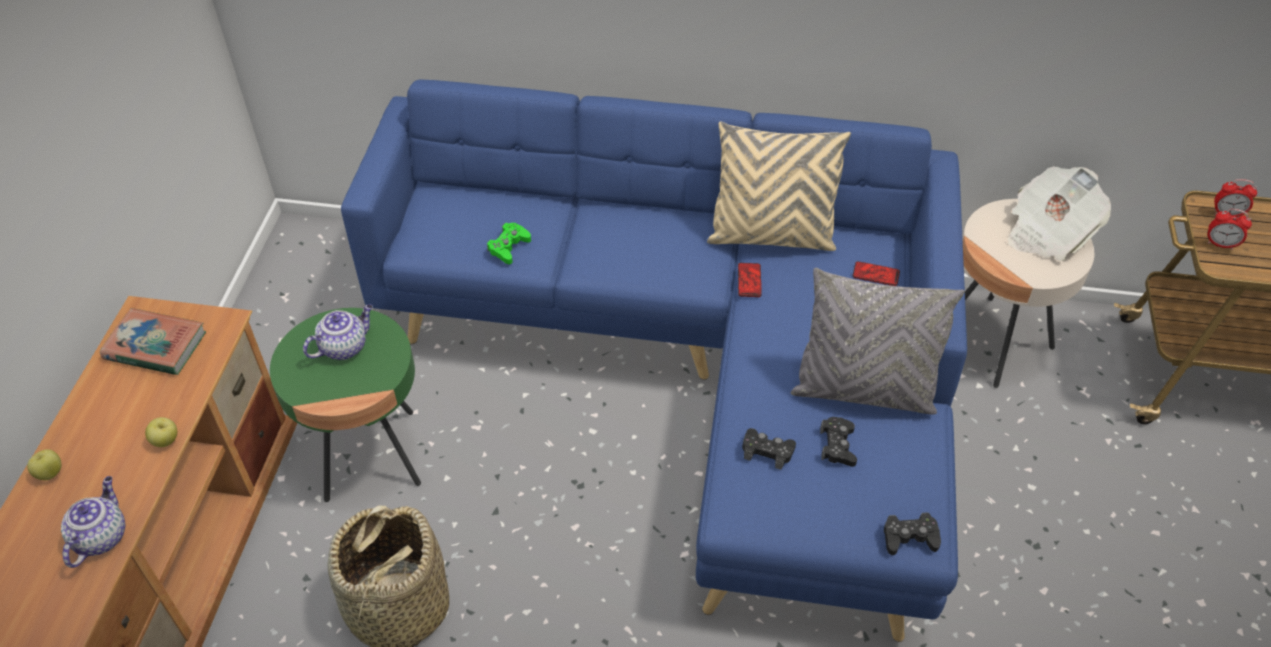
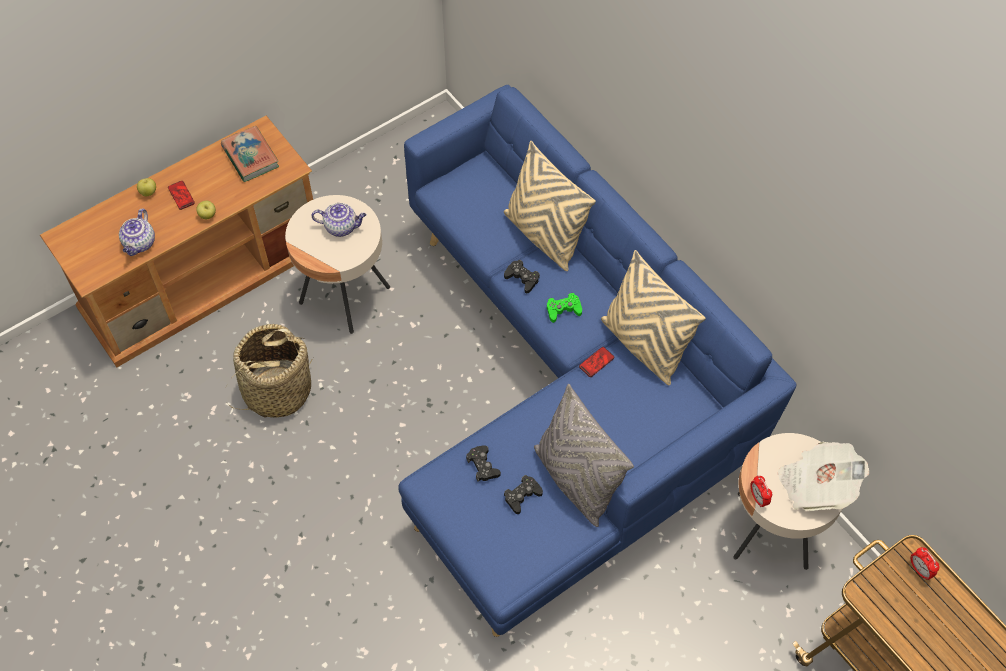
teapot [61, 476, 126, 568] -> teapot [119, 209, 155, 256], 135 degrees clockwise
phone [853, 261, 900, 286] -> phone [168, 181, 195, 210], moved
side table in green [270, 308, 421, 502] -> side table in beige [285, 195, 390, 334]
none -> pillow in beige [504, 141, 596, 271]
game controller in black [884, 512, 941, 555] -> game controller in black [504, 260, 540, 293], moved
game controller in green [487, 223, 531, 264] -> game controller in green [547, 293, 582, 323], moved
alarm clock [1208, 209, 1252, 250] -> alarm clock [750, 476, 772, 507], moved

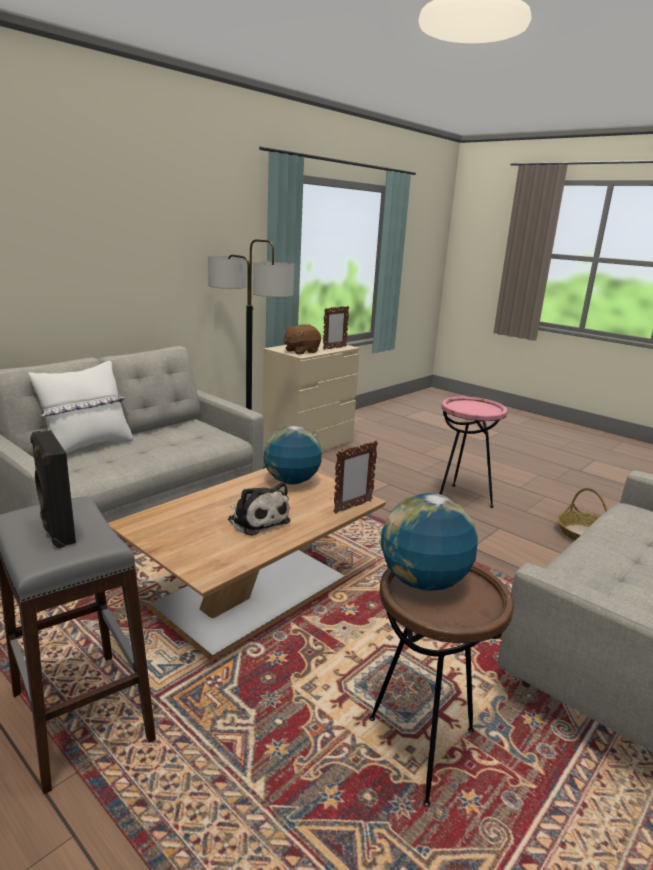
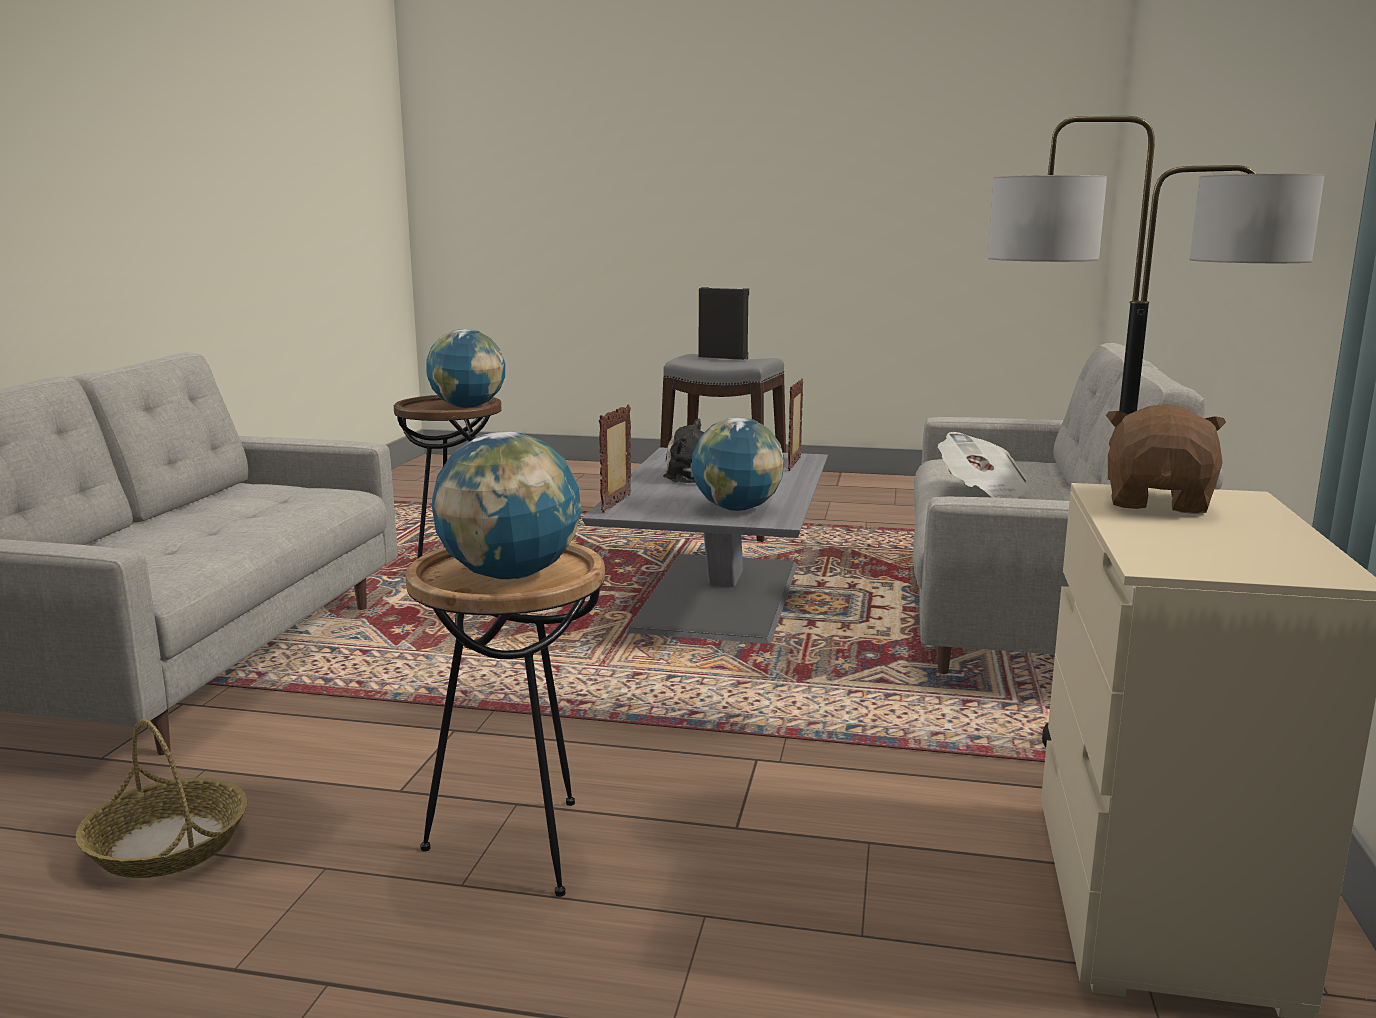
side table in pink [439, 397, 508, 508] -> side table in brown [405, 542, 605, 897]
none -> globe [432, 431, 581, 580]
coffee table in brown [108, 468, 386, 661] -> coffee table in grey [582, 447, 828, 644]
picture frame [323, 306, 349, 350] -> picture frame [788, 379, 803, 471], moved
none -> newspaper [938, 432, 1032, 499]
pillow in white [29, 361, 133, 454] -> none

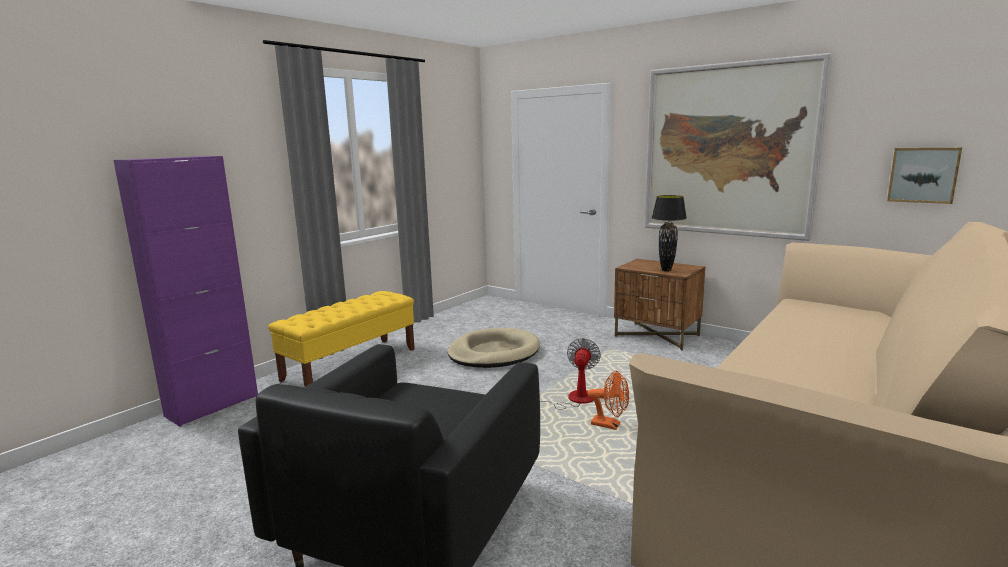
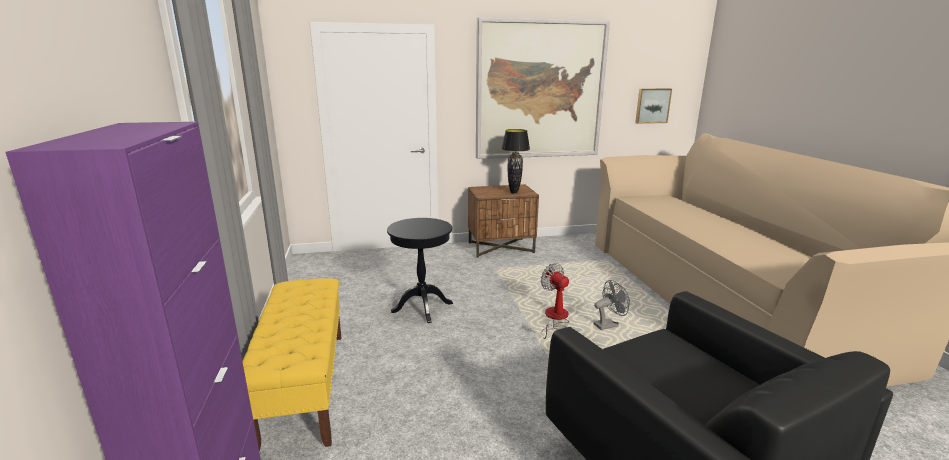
dog bed in beige [448, 328, 540, 368] -> side table in black [387, 218, 453, 323]
fan in orange [587, 371, 629, 430] -> fan in grey [593, 280, 630, 330]

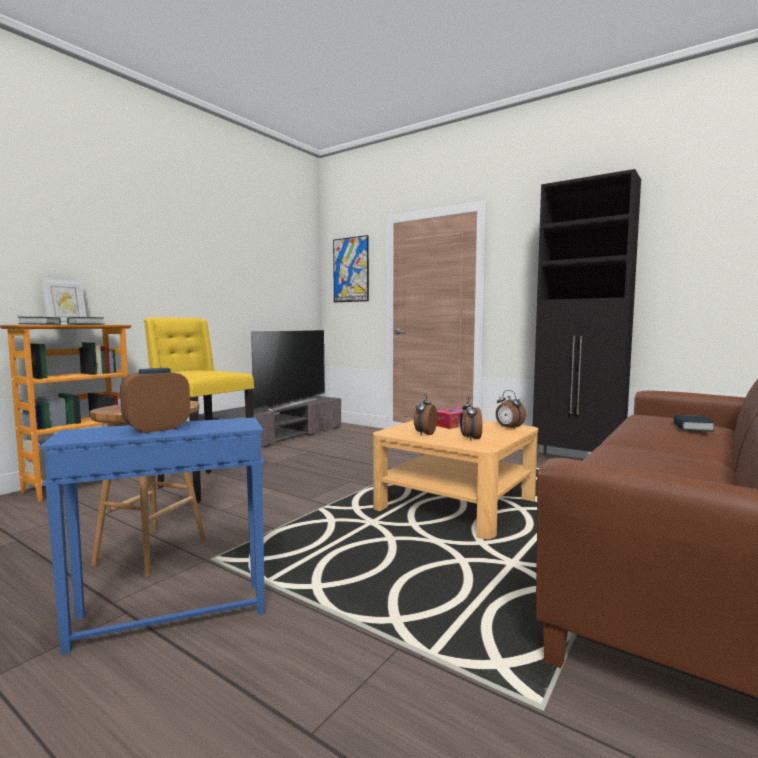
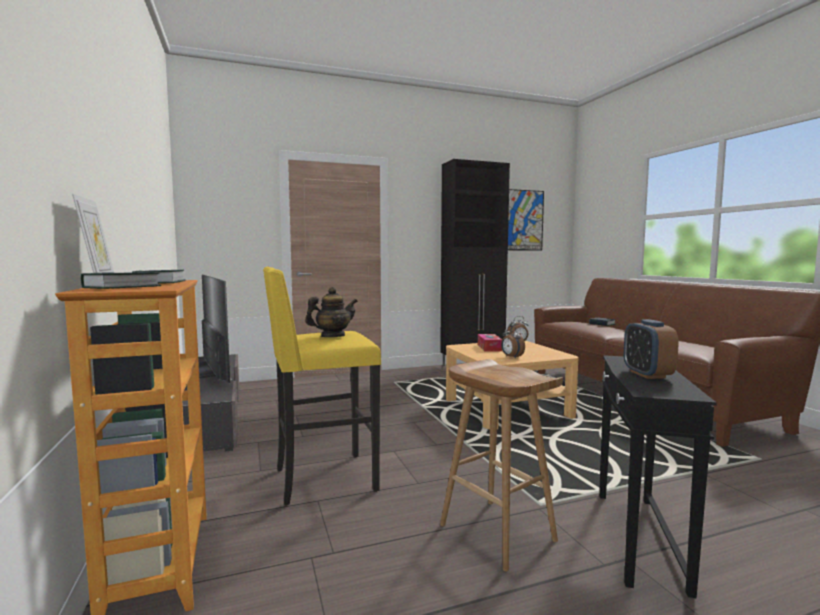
none -> teapot [305, 287, 358, 337]
picture [333, 235, 369, 302] -> picture [508, 189, 544, 251], moved
side table in blue [39, 417, 265, 655] -> side table in black [599, 355, 717, 598]
alarm clock [460, 397, 483, 440] -> none

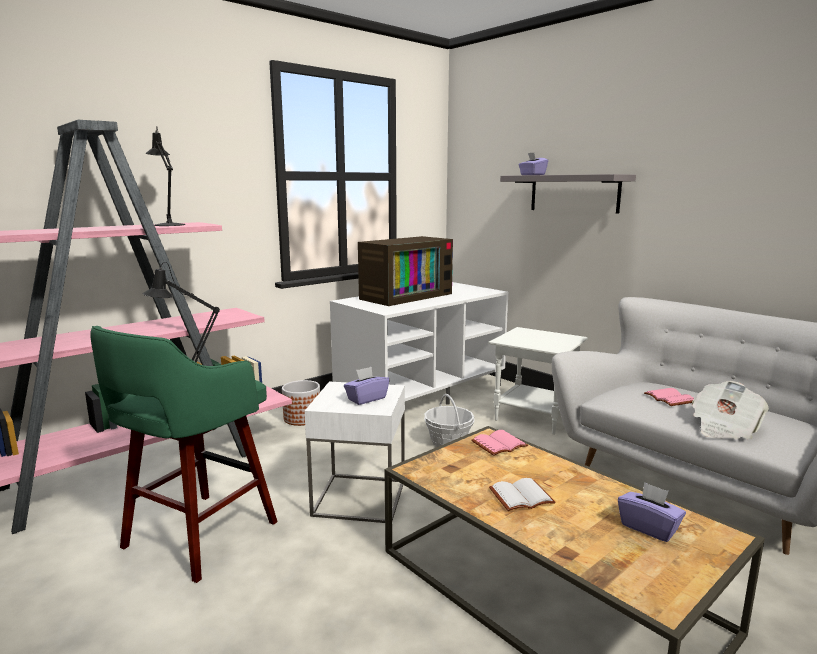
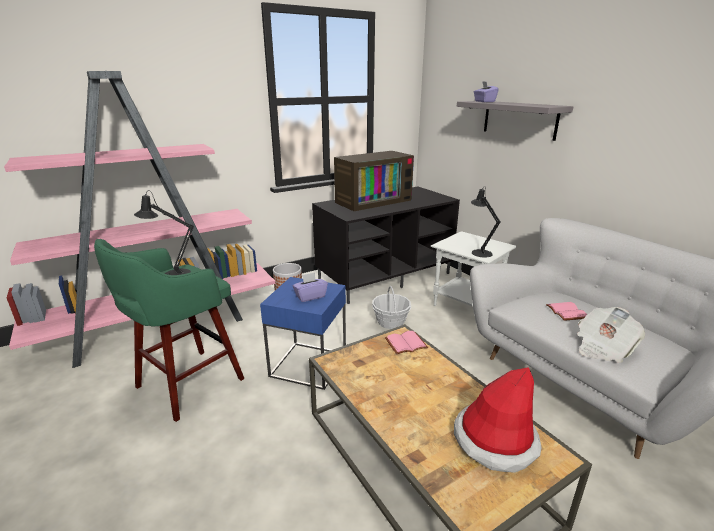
side table in white [304, 382, 405, 523] -> side table in blue [260, 277, 346, 390]
tv stand in white [330, 282, 508, 405] -> tv stand in black [312, 187, 460, 304]
tissue box in purple [618, 482, 686, 542] -> hat [454, 367, 542, 473]
table lamp in black [146, 126, 185, 226] -> table lamp in black [471, 186, 501, 258], moved
book in white [489, 478, 556, 511] -> none

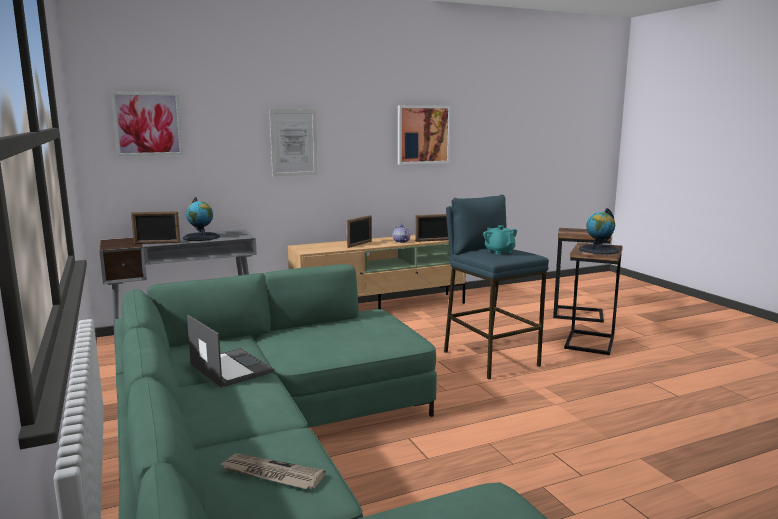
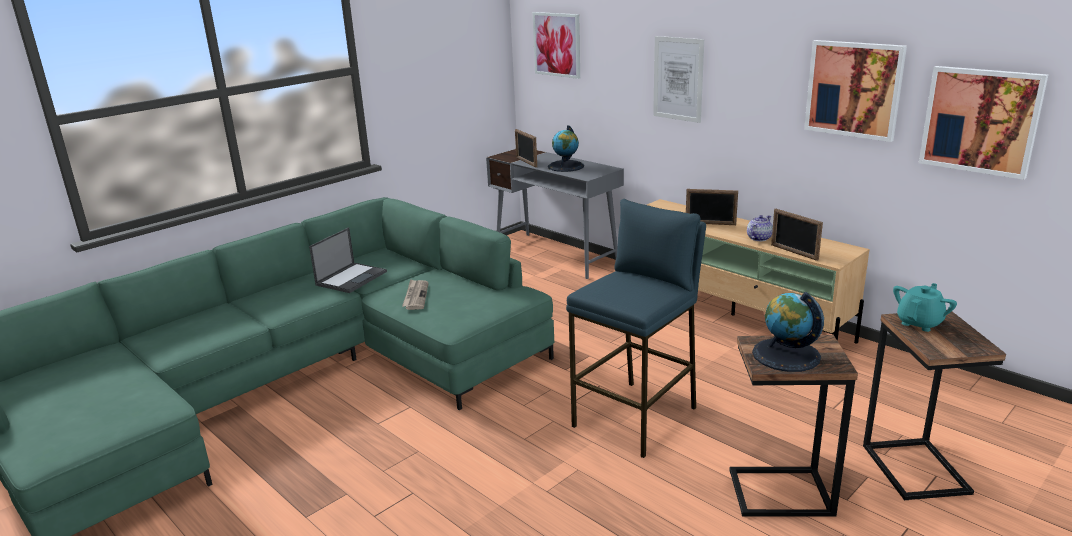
newspaper [220, 454, 326, 489] -> newspaper [402, 279, 429, 310], moved
teapot in turquoise [483, 225, 517, 254] -> teapot in turquoise [893, 283, 957, 332], moved
none -> picture [919, 66, 1048, 180]

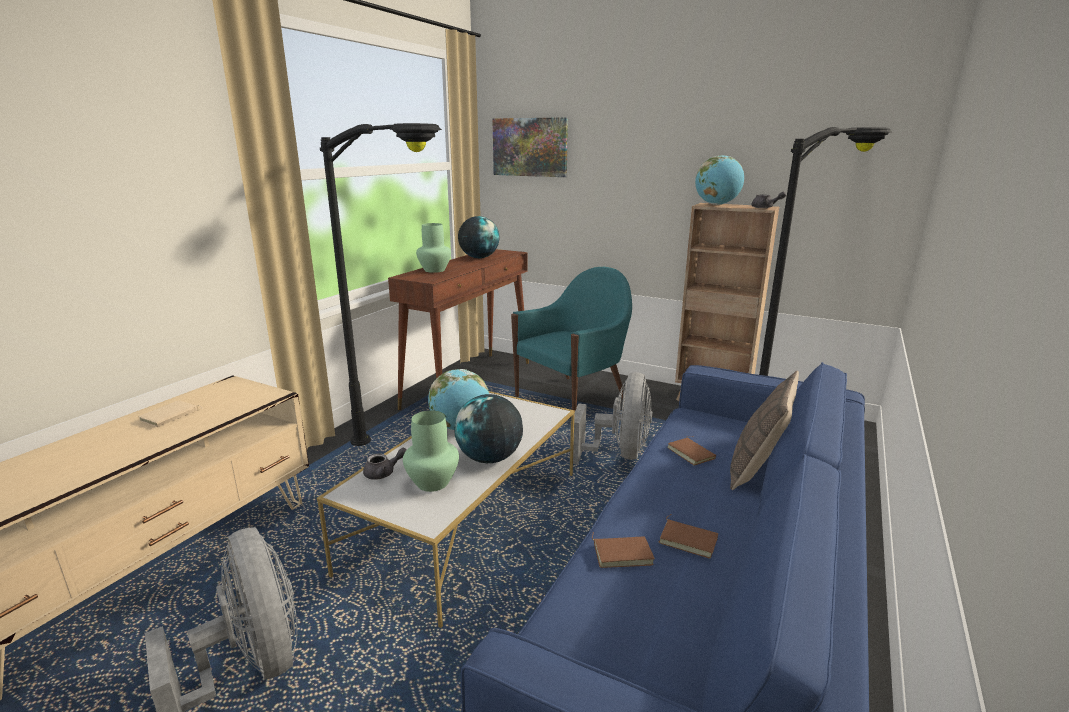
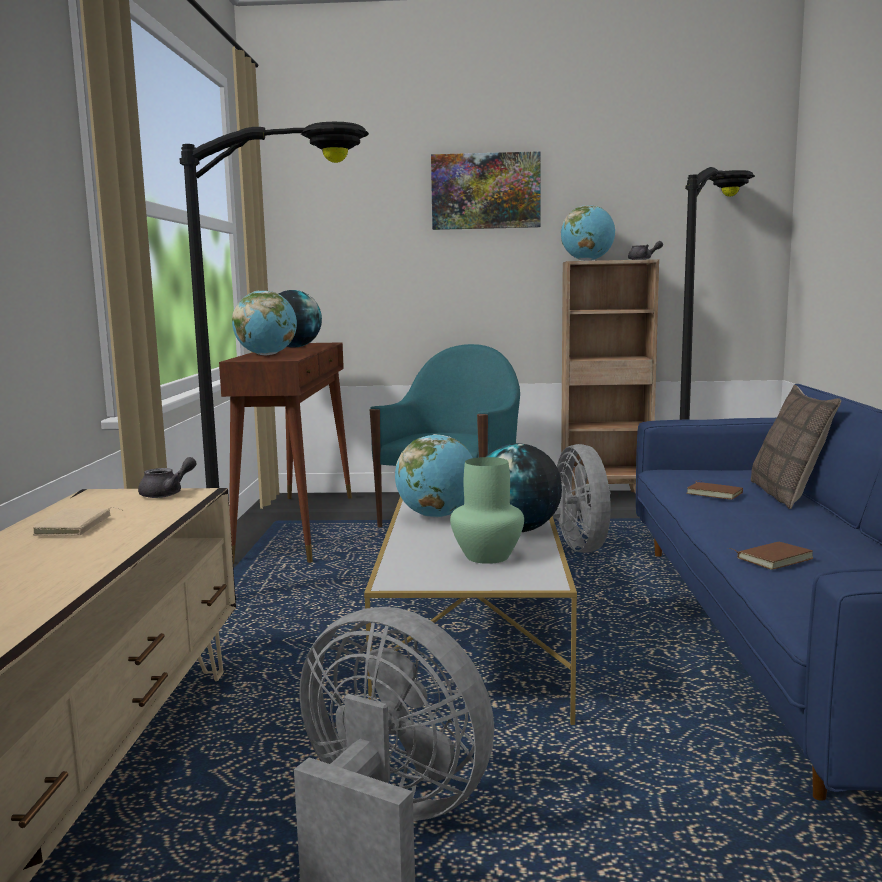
teapot in grey [363, 448, 407, 480] -> teapot in grey [138, 457, 197, 498], moved
vase in green [416, 223, 451, 273] -> globe [232, 291, 297, 355]
picture [492, 117, 568, 177] -> picture [431, 151, 541, 230], moved
book in brown [659, 514, 718, 559] -> none

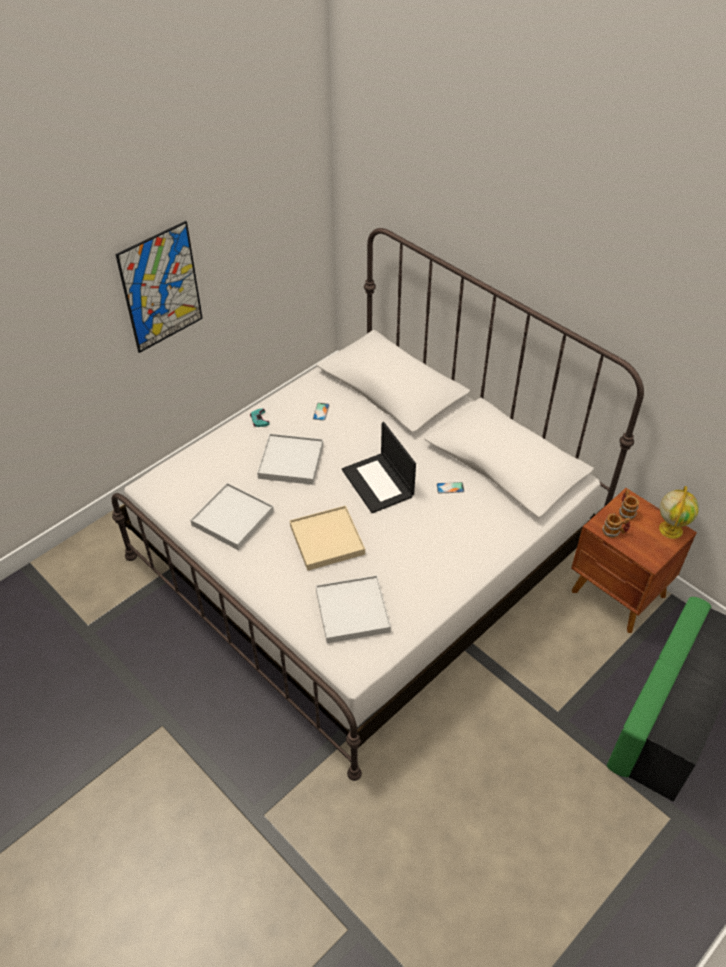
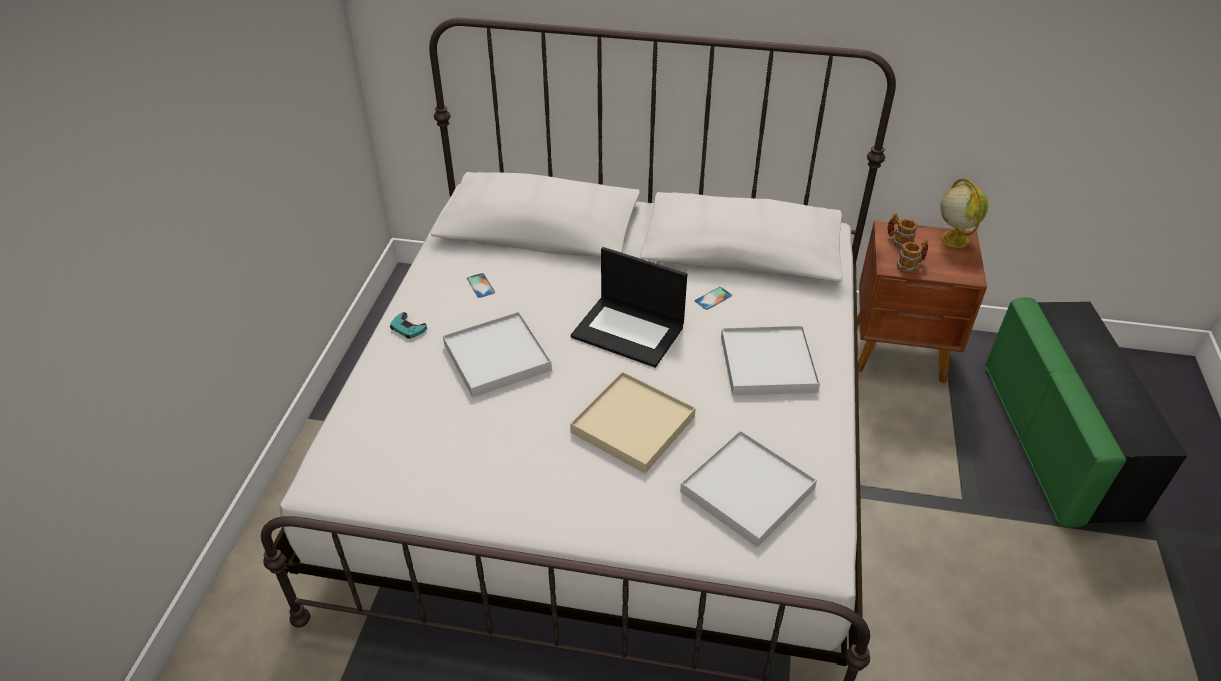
tray in white [190, 483, 274, 550] -> tray in white [721, 325, 820, 395], moved
picture [115, 221, 203, 353] -> none

